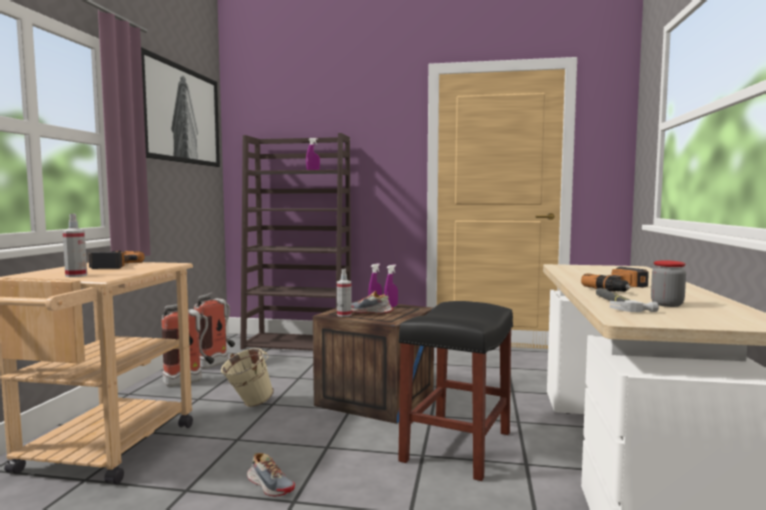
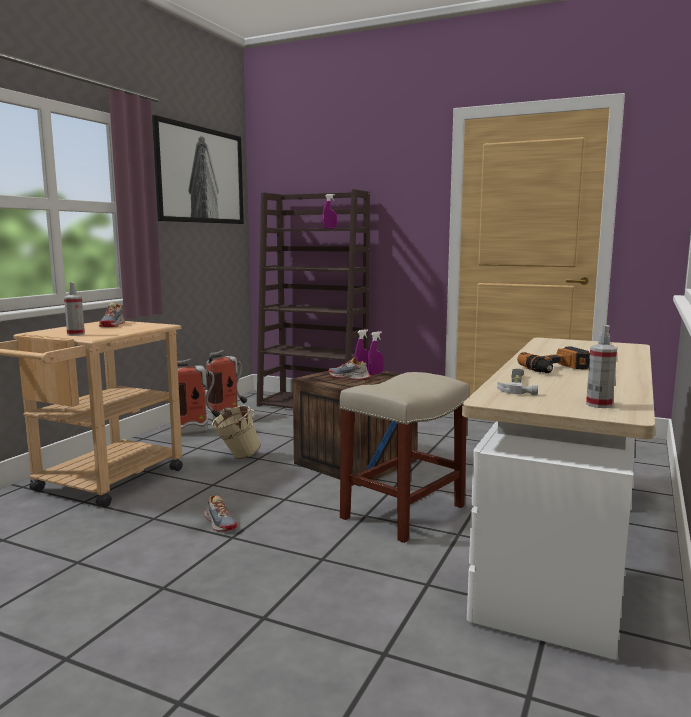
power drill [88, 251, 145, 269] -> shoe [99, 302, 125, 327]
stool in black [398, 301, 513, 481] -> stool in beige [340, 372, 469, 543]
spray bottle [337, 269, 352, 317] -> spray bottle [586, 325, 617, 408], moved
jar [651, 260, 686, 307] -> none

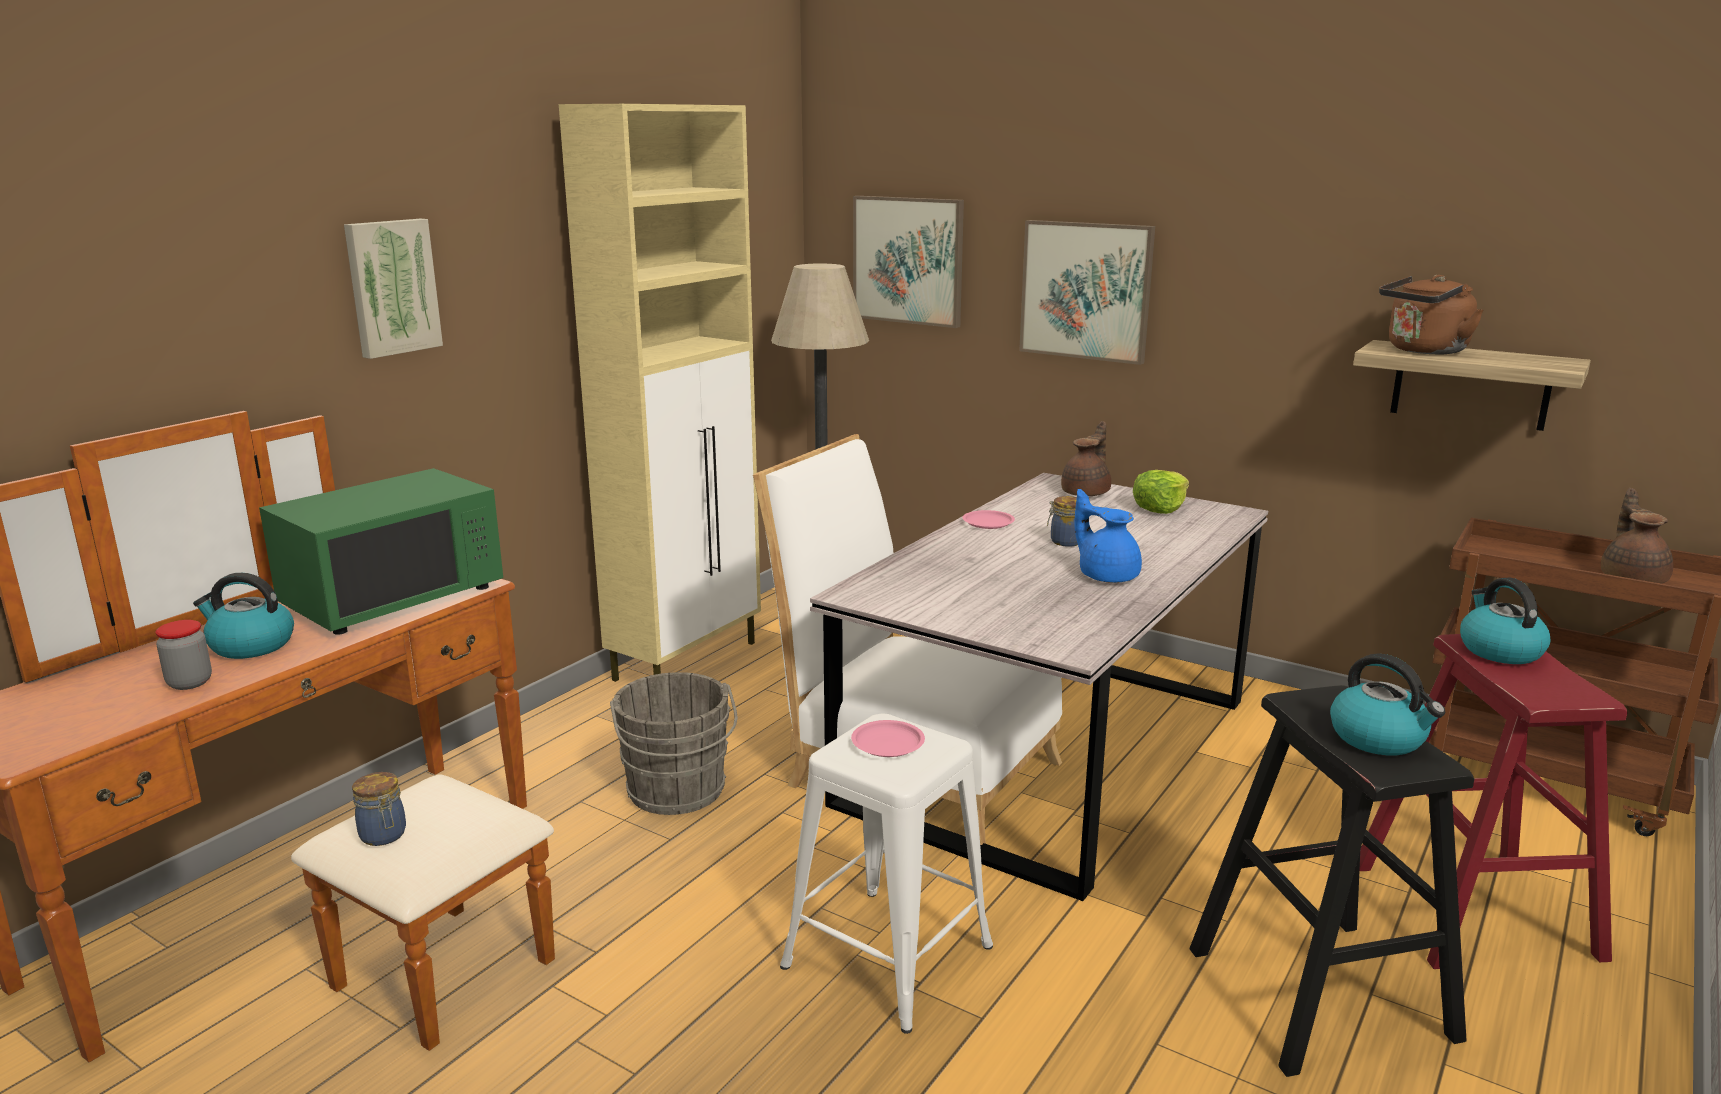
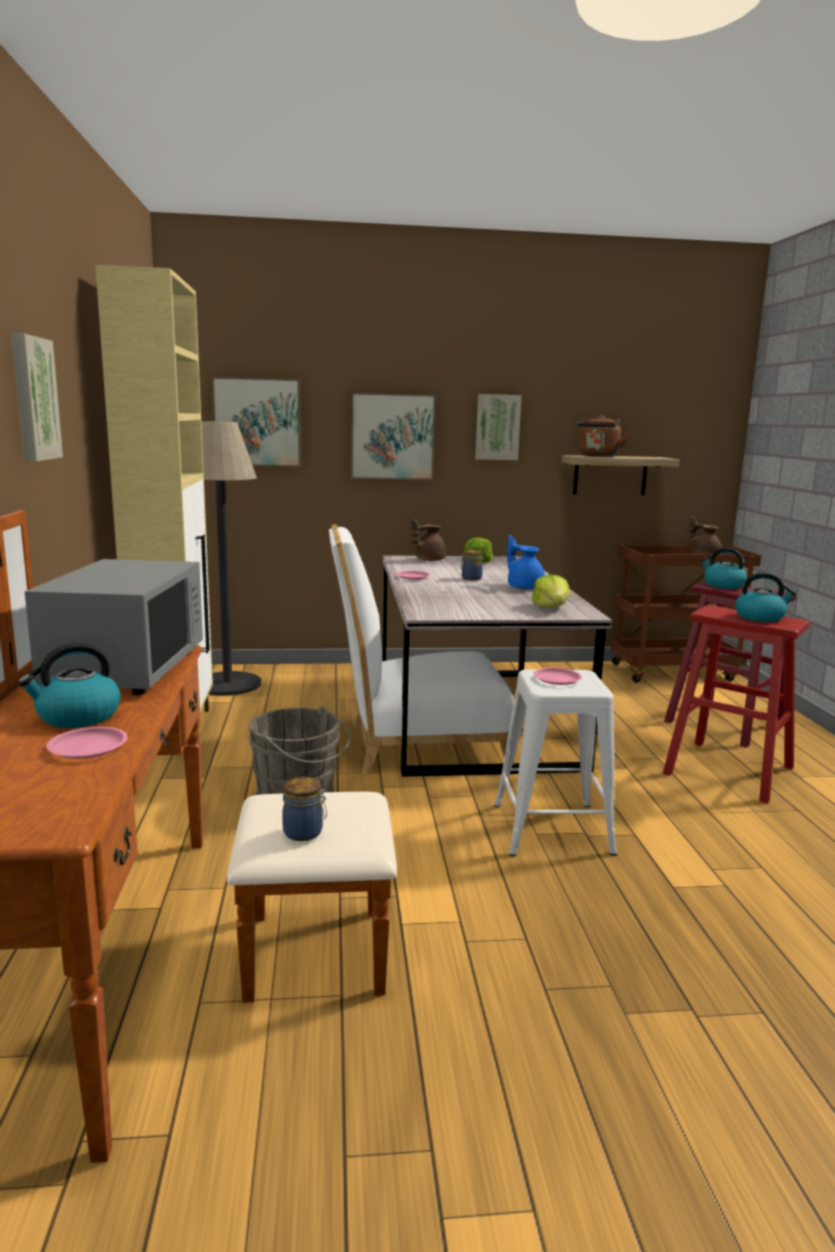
microwave in green [259, 468, 503, 635] -> microwave in grey [24, 559, 203, 695]
jar [155, 620, 212, 690] -> plate in pink [46, 727, 128, 759]
teapot in brown [1061, 421, 1111, 496] -> teapot in brown [411, 519, 446, 561], 120 degrees counterclockwise
none -> picture [475, 394, 521, 460]
teapot in blue [1075, 489, 1142, 583] -> teapot in blue [507, 535, 545, 589], 45 degrees clockwise
none -> lettuce [532, 574, 570, 608]
stool in black [1189, 685, 1474, 1077] -> stool in red [663, 605, 810, 804]

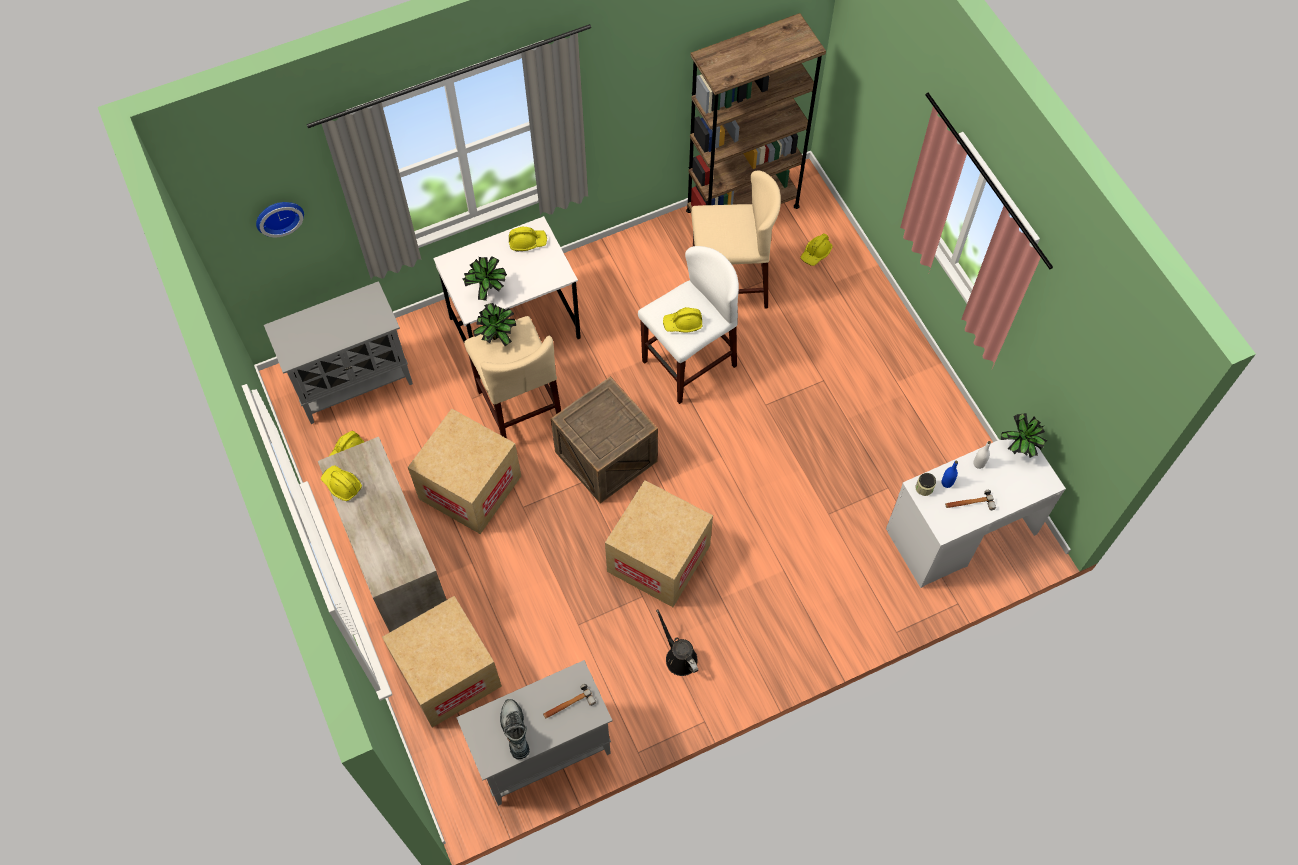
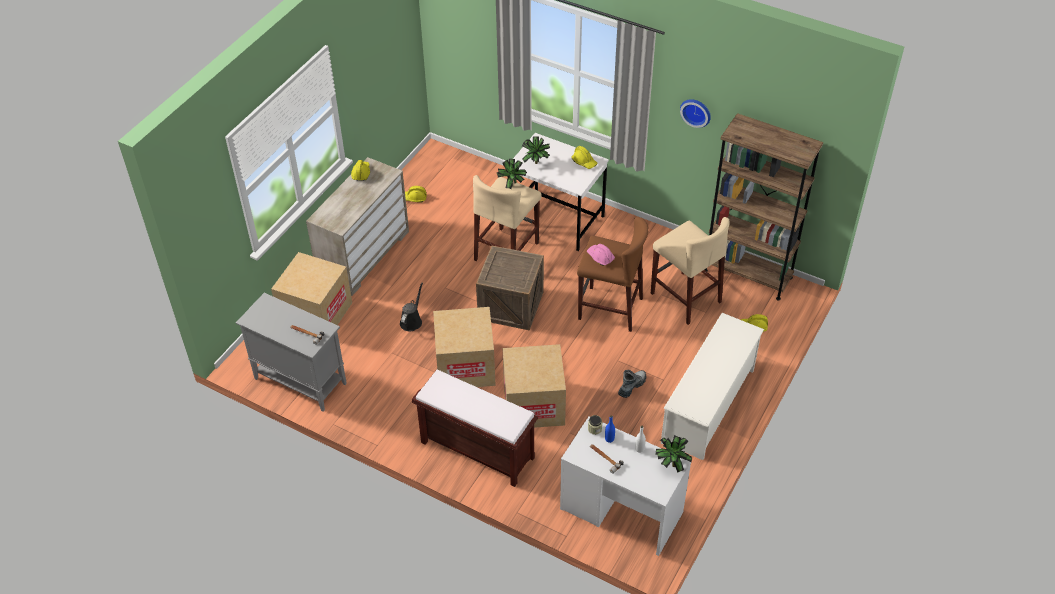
watering can in black [656, 610, 698, 676] -> watering can in black [400, 283, 423, 332], moved
none -> bench in brown [412, 369, 538, 487]
cardboard box [408, 409, 521, 534] -> cardboard box [503, 344, 566, 428], moved
stool in white [638, 246, 739, 404] -> stool in brown [577, 217, 649, 332]
hard hat in yellow [663, 307, 702, 333] -> hard hat in pink [587, 244, 615, 266]
boot [500, 699, 529, 759] -> boot [618, 370, 646, 398], moved
none -> shoe rack in white [661, 313, 764, 460]
wall clock [256, 202, 304, 237] -> wall clock [680, 99, 711, 128], moved
cabinet in grey [264, 281, 413, 424] -> none

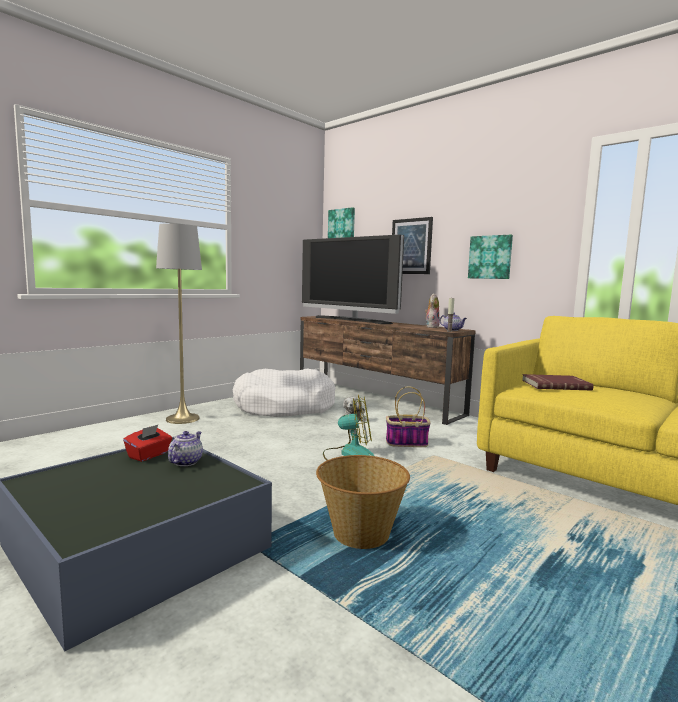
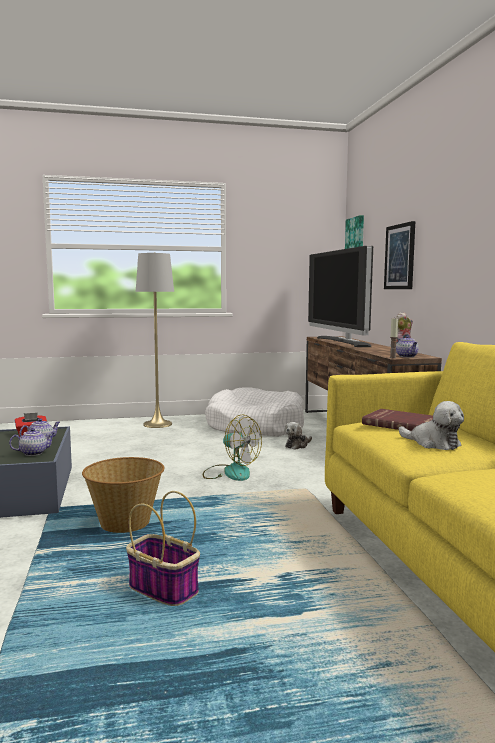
none -> teapot [9, 428, 56, 456]
basket [386, 387, 431, 447] -> basket [126, 491, 200, 606], moved
none -> plush toy [399, 401, 464, 450]
picture [468, 235, 513, 279] -> none

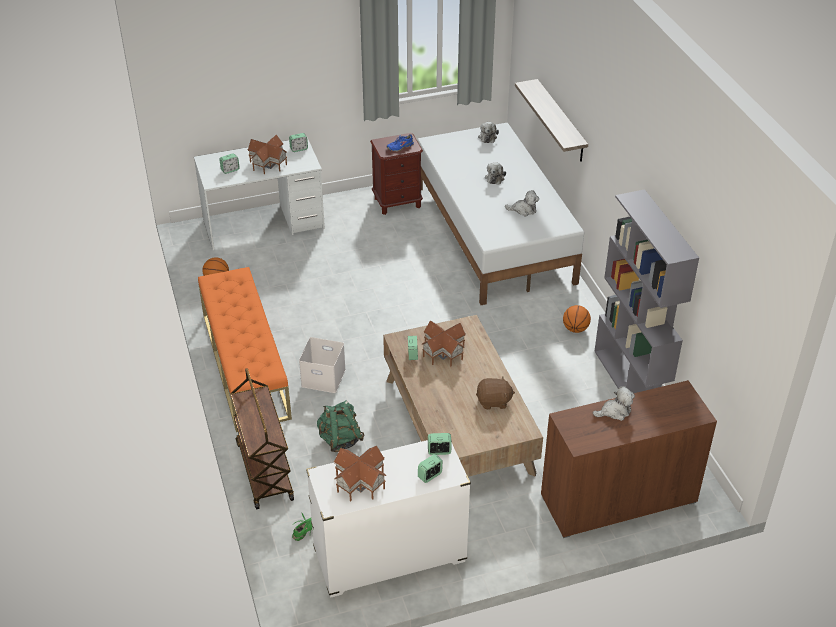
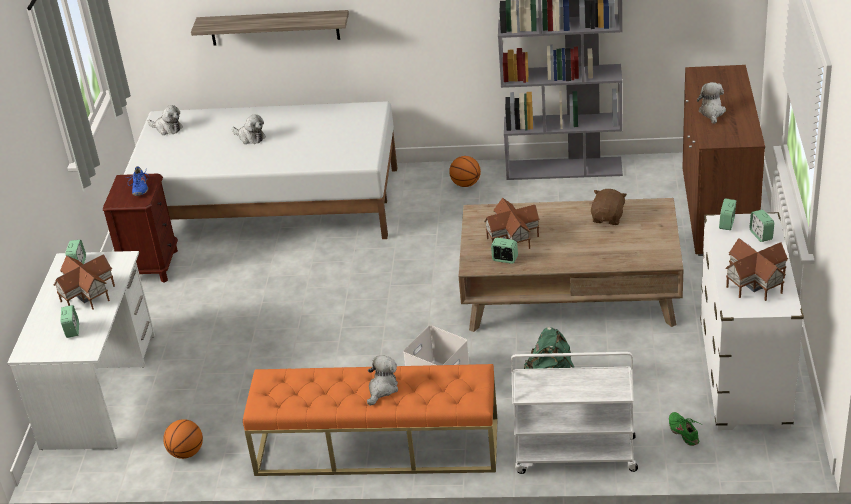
plush toy [505, 190, 539, 216] -> plush toy [367, 356, 398, 406], moved
cart in brown [230, 368, 294, 509] -> cart in white [511, 352, 638, 474]

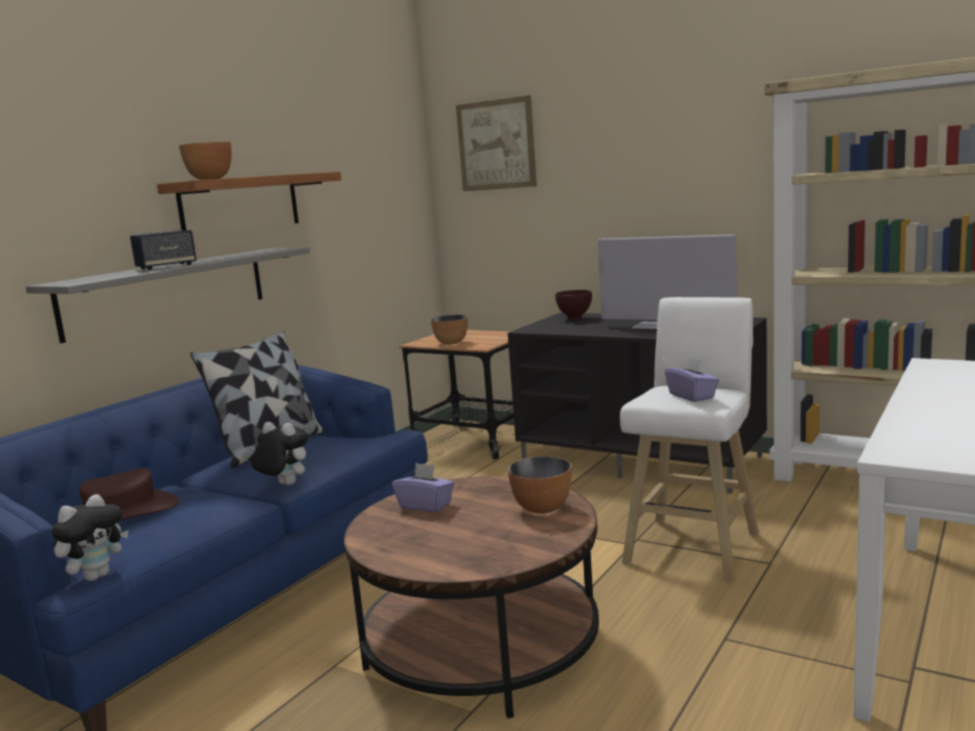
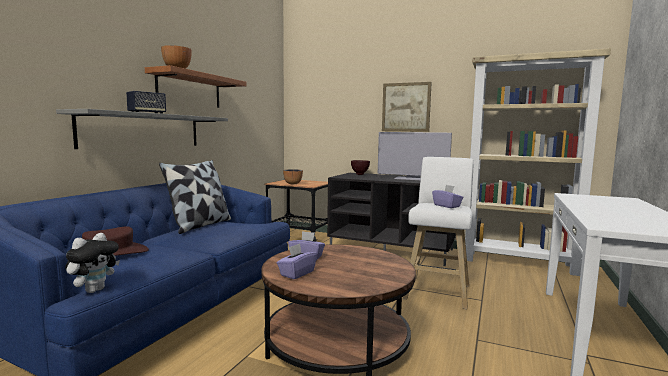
none -> tissue box in purple [277, 243, 317, 279]
picture [456, 95, 537, 191] -> picture [382, 82, 432, 132], moved
plush toy [251, 422, 308, 485] -> none
bowl [508, 456, 572, 514] -> none

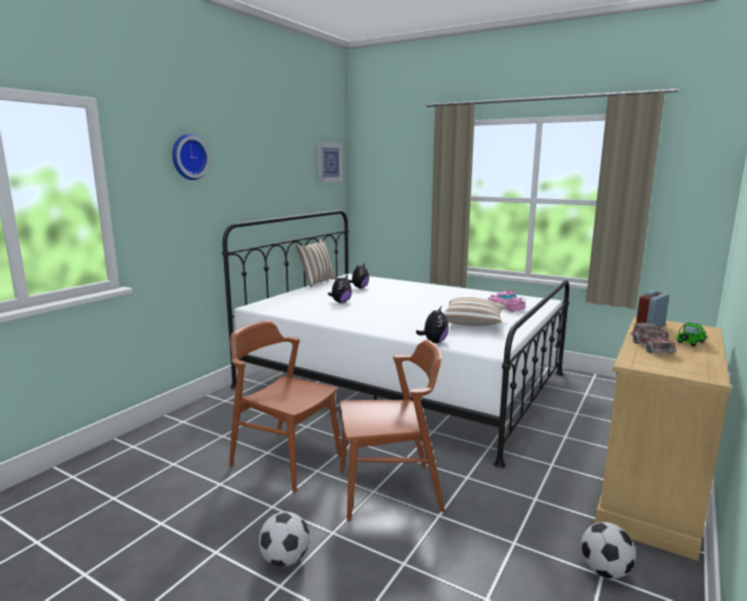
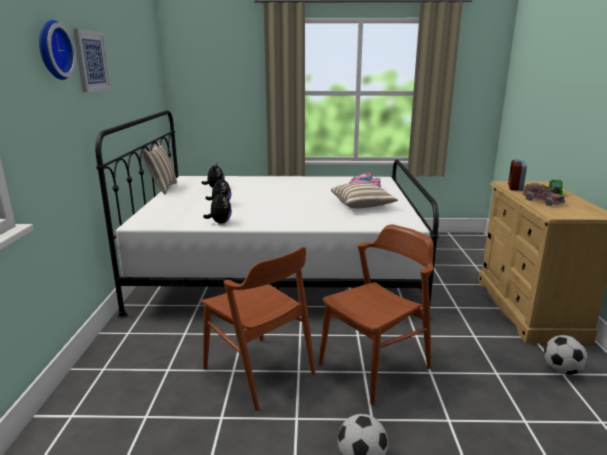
picture [317, 142, 343, 182] -> picture [73, 29, 111, 92], moved
chair in brown [229, 320, 341, 492] -> chair in brown [201, 247, 315, 411], 135 degrees counterclockwise
plush toy [416, 306, 449, 343] -> plush toy [203, 190, 232, 223], moved

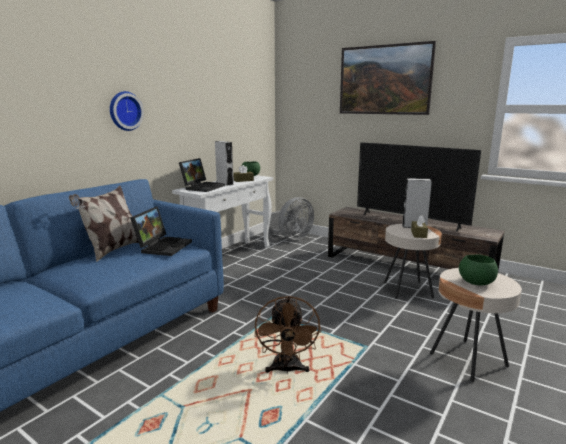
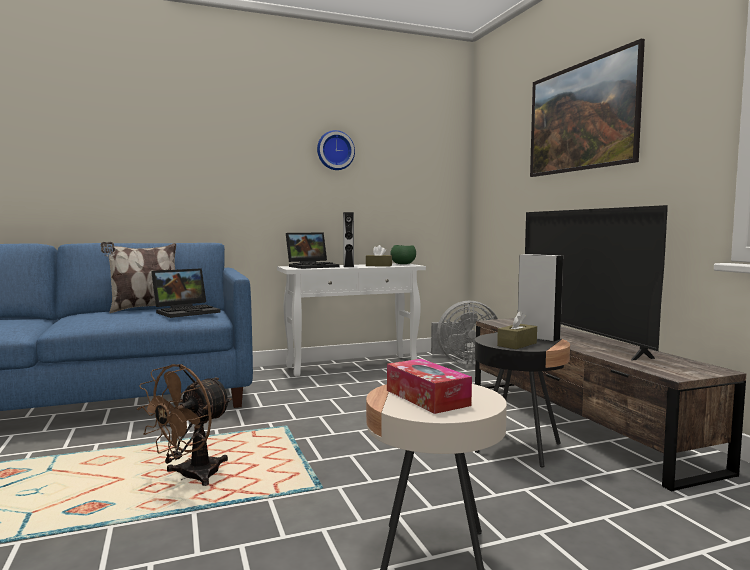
wall clock [110, 91, 144, 131] -> wall clock [317, 130, 355, 170], moved
bowl in green [459, 254, 498, 286] -> tissue box [387, 359, 472, 414]
side table in beige [384, 224, 442, 299] -> side table in black [474, 333, 570, 468]

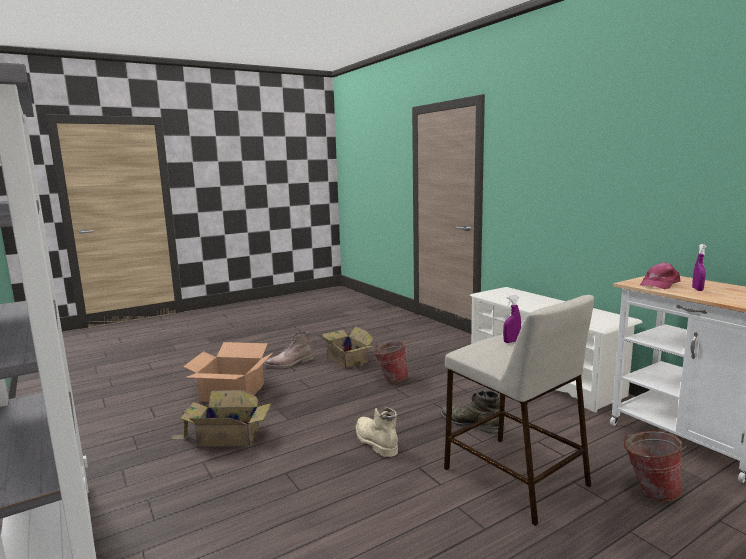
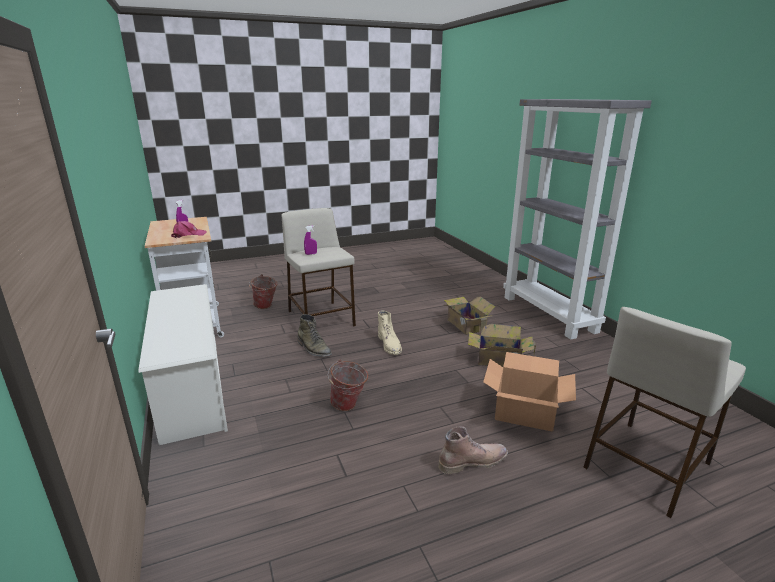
cardboard box [318, 326, 374, 368] -> cardboard box [444, 296, 495, 336], moved
none -> stool in beige [583, 307, 746, 518]

